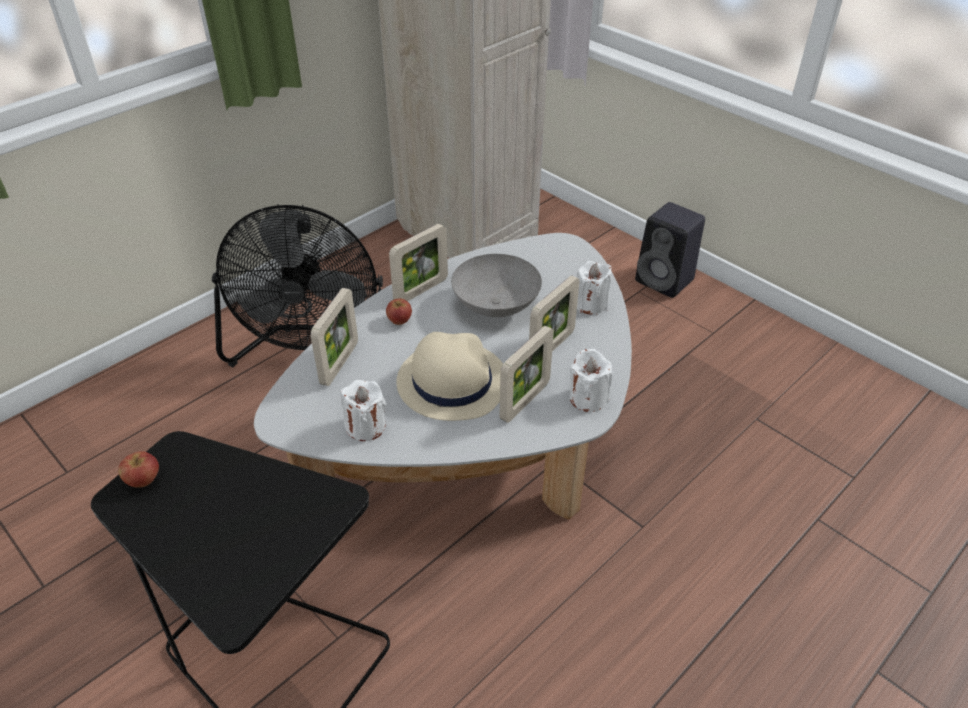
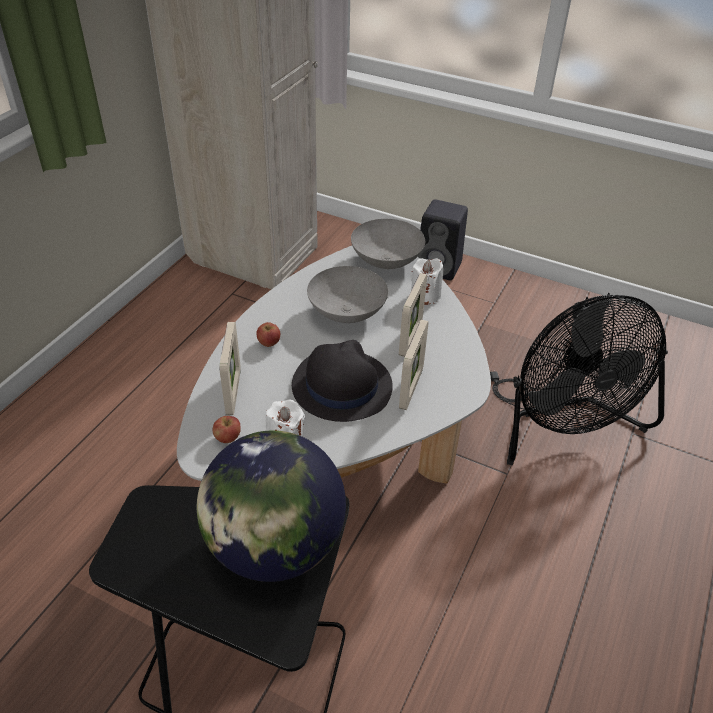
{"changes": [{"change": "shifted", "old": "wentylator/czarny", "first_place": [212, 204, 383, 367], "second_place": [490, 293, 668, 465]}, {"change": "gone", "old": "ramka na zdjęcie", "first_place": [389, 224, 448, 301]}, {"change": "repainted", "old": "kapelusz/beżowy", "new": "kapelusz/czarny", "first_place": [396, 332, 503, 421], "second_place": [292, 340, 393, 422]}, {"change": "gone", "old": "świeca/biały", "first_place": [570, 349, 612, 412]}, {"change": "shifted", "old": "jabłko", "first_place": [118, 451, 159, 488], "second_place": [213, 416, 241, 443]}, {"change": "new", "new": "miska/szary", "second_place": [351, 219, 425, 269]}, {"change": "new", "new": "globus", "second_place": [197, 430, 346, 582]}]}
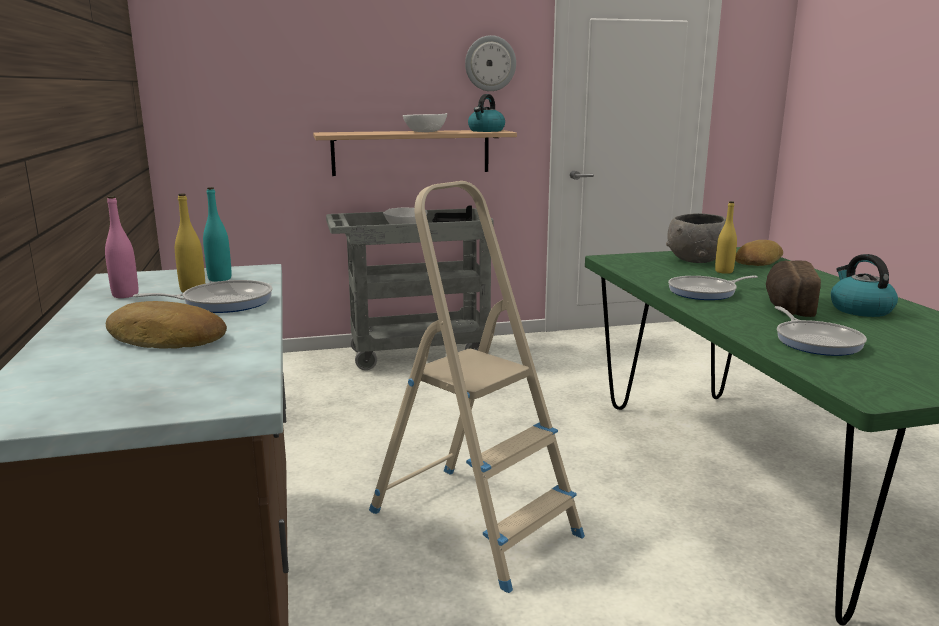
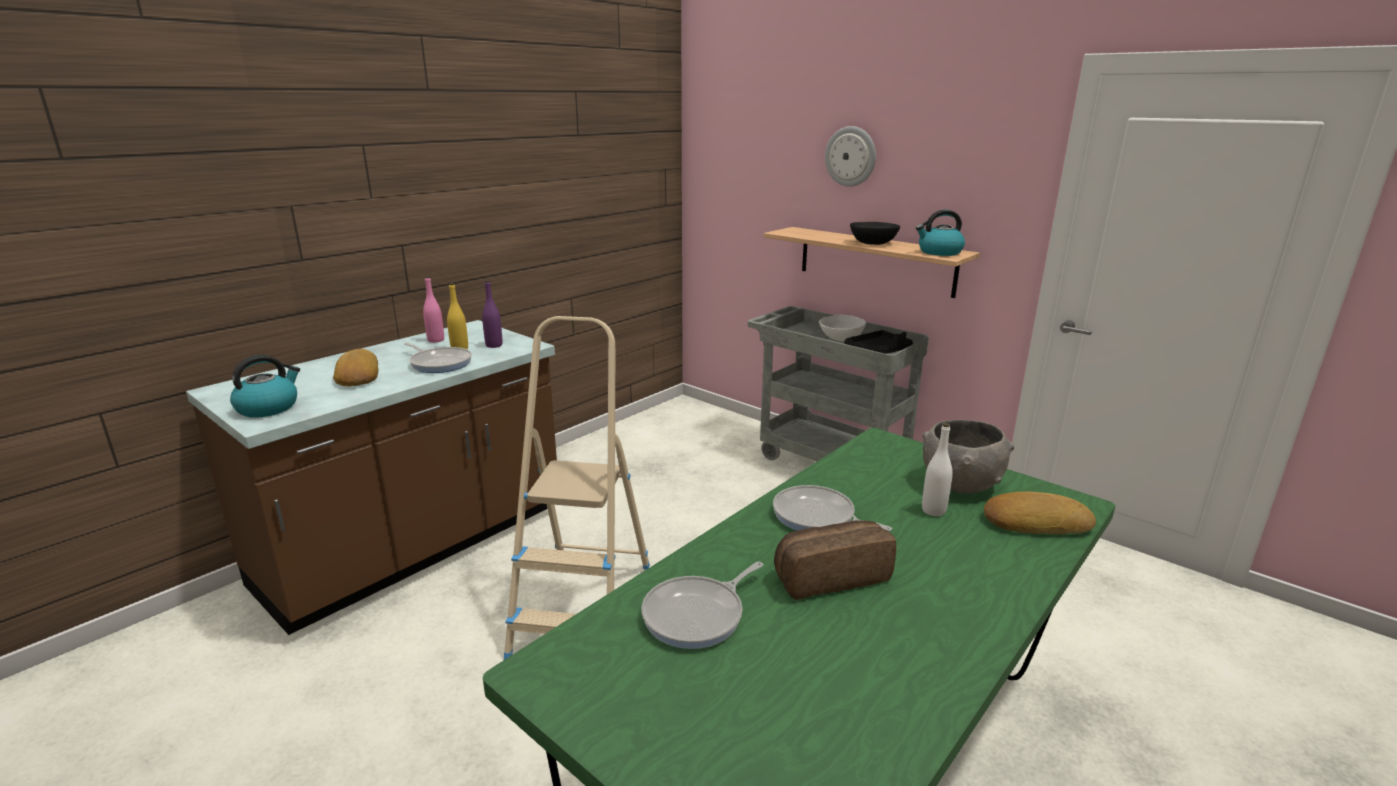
{"changes": [{"change": "shifted", "old": "zegar ścienny", "first_place": [465, 35, 516, 91], "second_place": [825, 126, 876, 187]}, {"change": "repainted", "old": "miska/biały", "new": "miska/czarny", "first_place": [403, 113, 447, 132], "second_place": [850, 222, 900, 245]}, {"change": "repainted", "old": "butelka/turkusowy", "new": "butelka/fioletowy", "first_place": [203, 187, 231, 282], "second_place": [482, 280, 502, 348]}, {"change": "repainted", "old": "butelka/żółty", "new": "butelka/biały", "first_place": [715, 201, 737, 274], "second_place": [922, 423, 953, 516]}, {"change": "shifted", "old": "czajnik", "first_place": [831, 254, 898, 317], "second_place": [230, 355, 300, 418]}]}
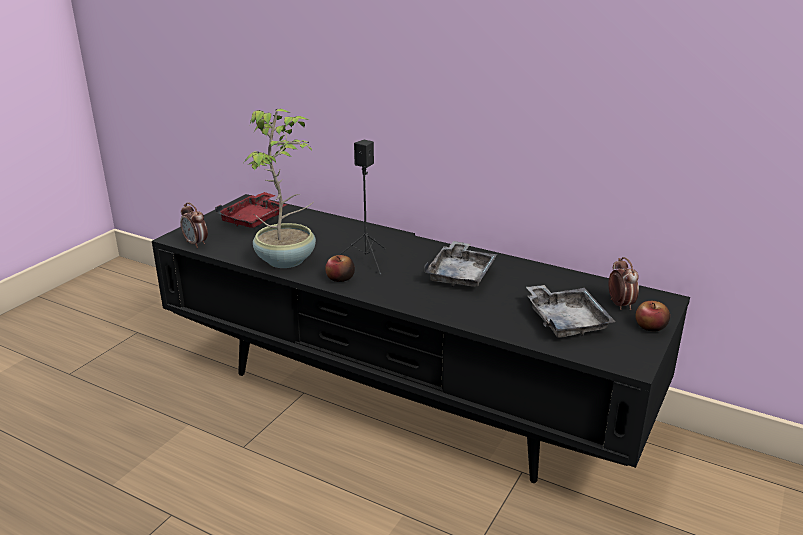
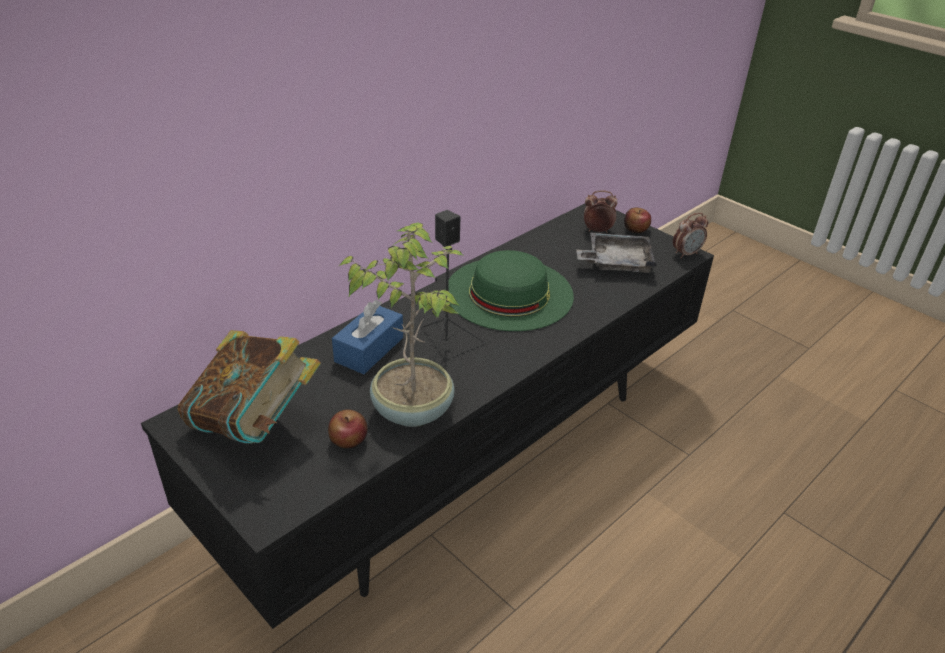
{"changes": [{"change": "swapped", "old": "taca/czerwony", "new": "książka", "first_place": [215, 192, 287, 228], "second_place": [178, 330, 321, 444]}, {"change": "shifted", "old": "budzik", "first_place": [180, 202, 208, 248], "second_place": [673, 213, 708, 258]}, {"change": "swapped", "old": "taca/szary", "new": "kapelusz/zielony", "first_place": [424, 241, 497, 287], "second_place": [445, 250, 574, 331]}, {"change": "shifted", "old": "jabłko", "first_place": [325, 255, 355, 282], "second_place": [328, 409, 368, 448]}, {"change": "new", "new": "pudełko chusteczek/niebieski", "second_place": [332, 300, 403, 374]}]}
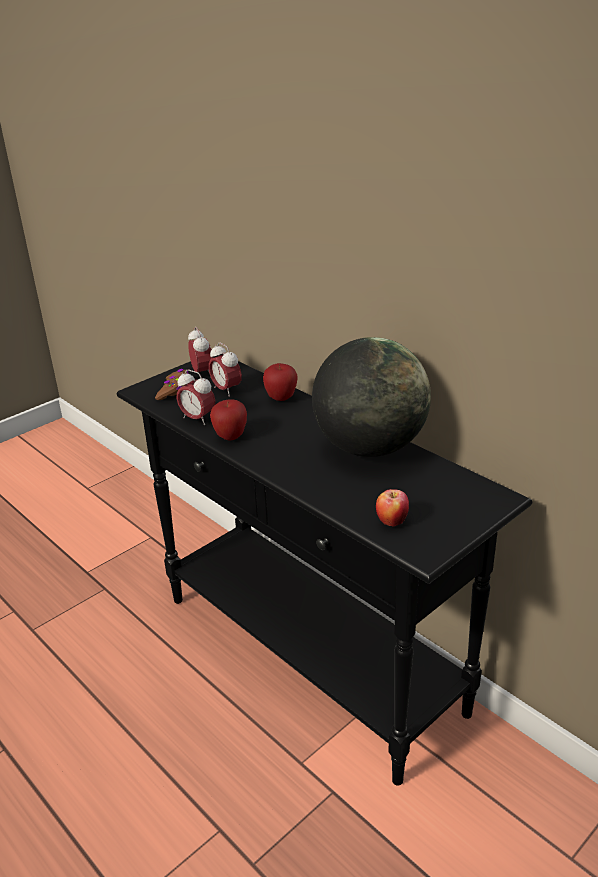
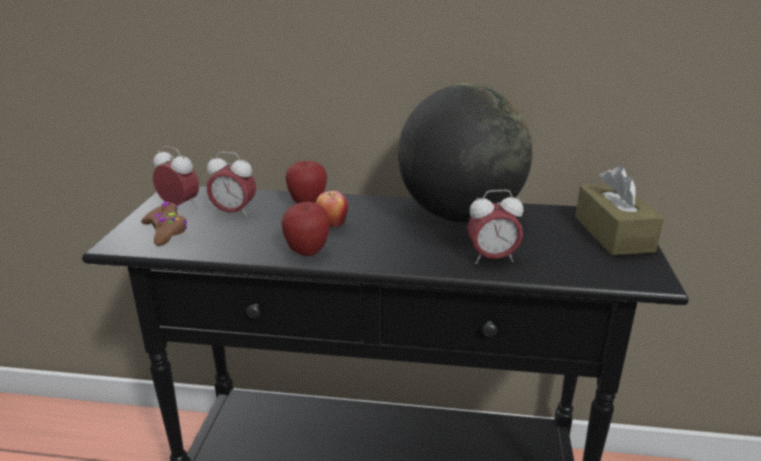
{"changes": [{"change": "shifted", "old": "budzik", "first_place": [177, 370, 215, 425], "second_place": [467, 190, 523, 264]}, {"change": "shifted", "old": "jabłko", "first_place": [376, 489, 409, 527], "second_place": [316, 191, 348, 227]}, {"change": "new", "new": "pudełko chusteczek/brązowy", "second_place": [575, 166, 664, 255]}]}
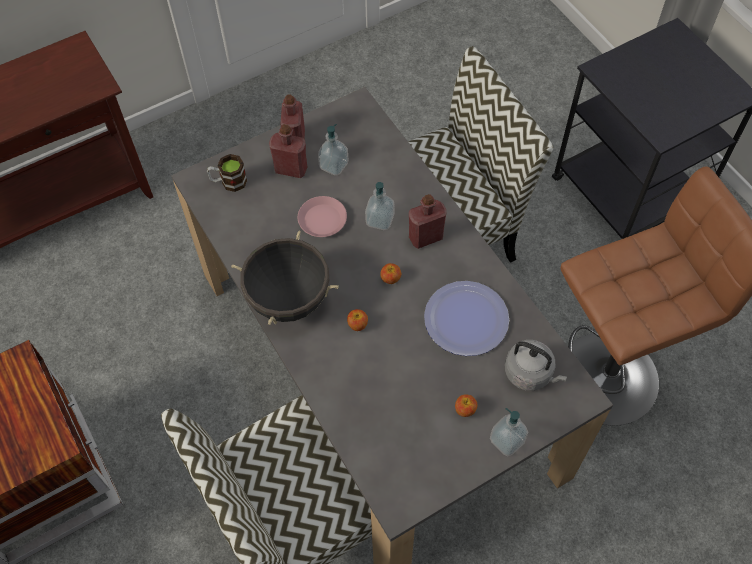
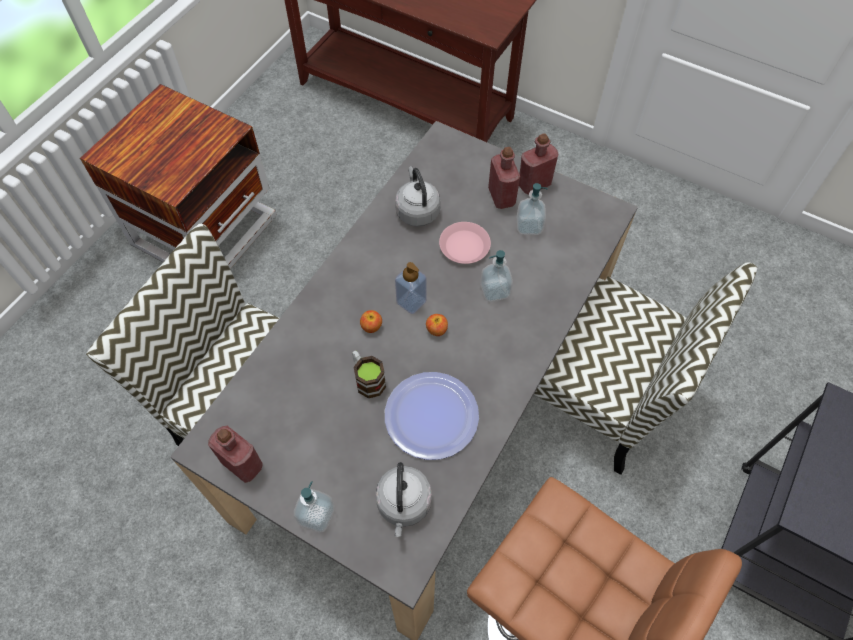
{"changes": [{"change": "shifted", "old": "kubek", "first_place": [207, 154, 247, 192], "second_place": [352, 350, 386, 398]}, {"change": "shifted", "old": "butelka/czerwony", "first_place": [409, 194, 446, 249], "second_place": [208, 426, 263, 483]}, {"change": "gone", "old": "garnek/czarny", "first_place": [231, 231, 339, 325]}, {"change": "gone", "old": "jabłko", "first_place": [455, 394, 477, 417]}, {"change": "new", "new": "czajnik/szary", "second_place": [395, 166, 441, 227]}, {"change": "new", "new": "dozownik mydła", "second_place": [395, 262, 427, 314]}]}
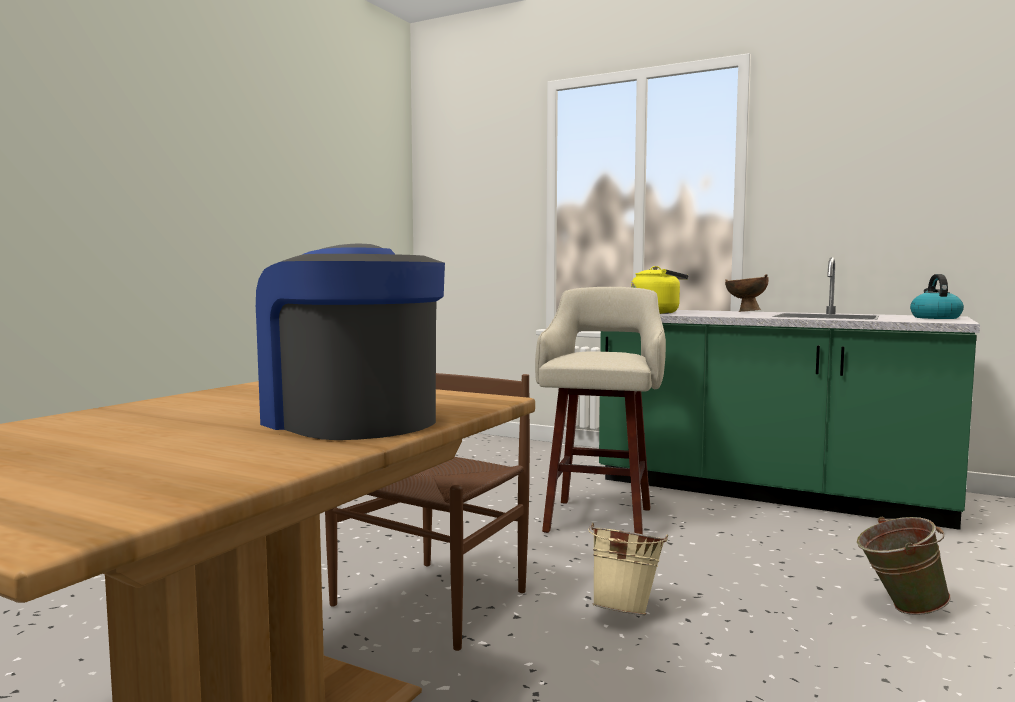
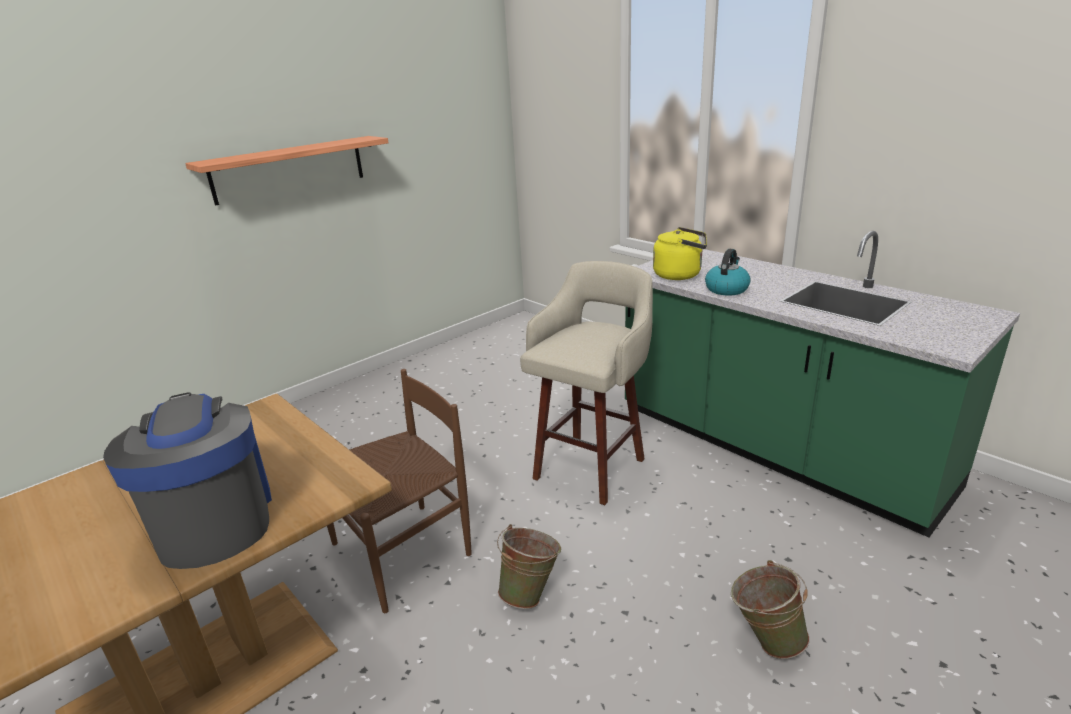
{"changes": [{"change": "gone", "old": "miska/brązowy", "first_place": [725, 274, 769, 312]}, {"change": "shifted", "old": "czajnik", "first_place": [910, 274, 964, 319], "second_place": [705, 249, 751, 295]}, {"change": "repainted", "old": "wiadro/beżowy", "new": "wiadro/zielony", "first_place": [588, 523, 668, 615], "second_place": [497, 524, 561, 609]}, {"change": "new", "new": "półka", "second_place": [185, 136, 389, 206]}]}
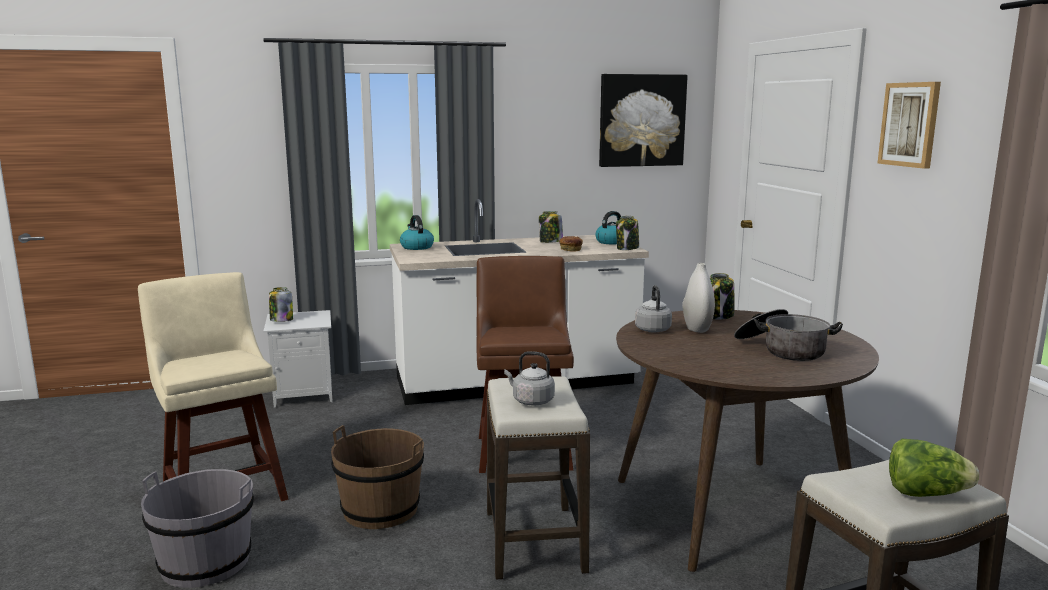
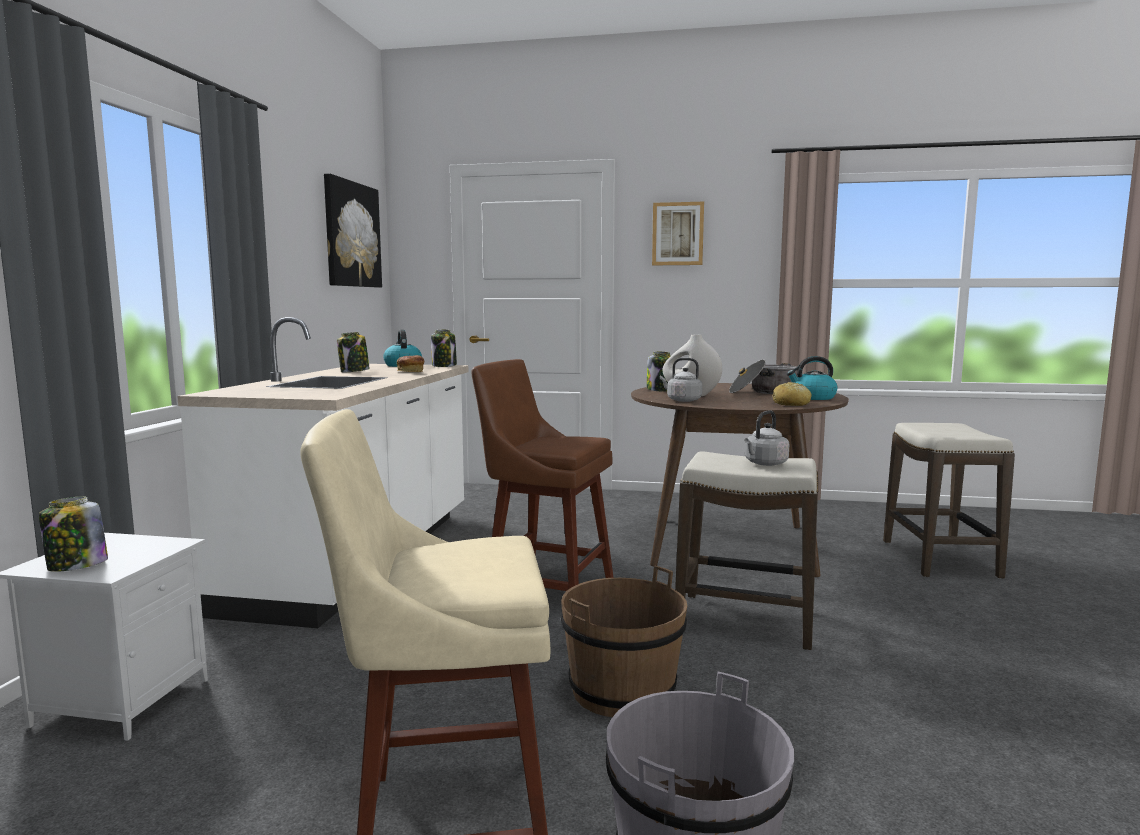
{"changes": [{"change": "shifted", "old": "czajnik", "first_place": [400, 215, 434, 250], "second_place": [787, 356, 837, 400]}, {"change": "gone", "old": "sałata", "first_place": [889, 439, 979, 497]}, {"change": "new", "new": "chleb", "second_place": [772, 382, 812, 406]}]}
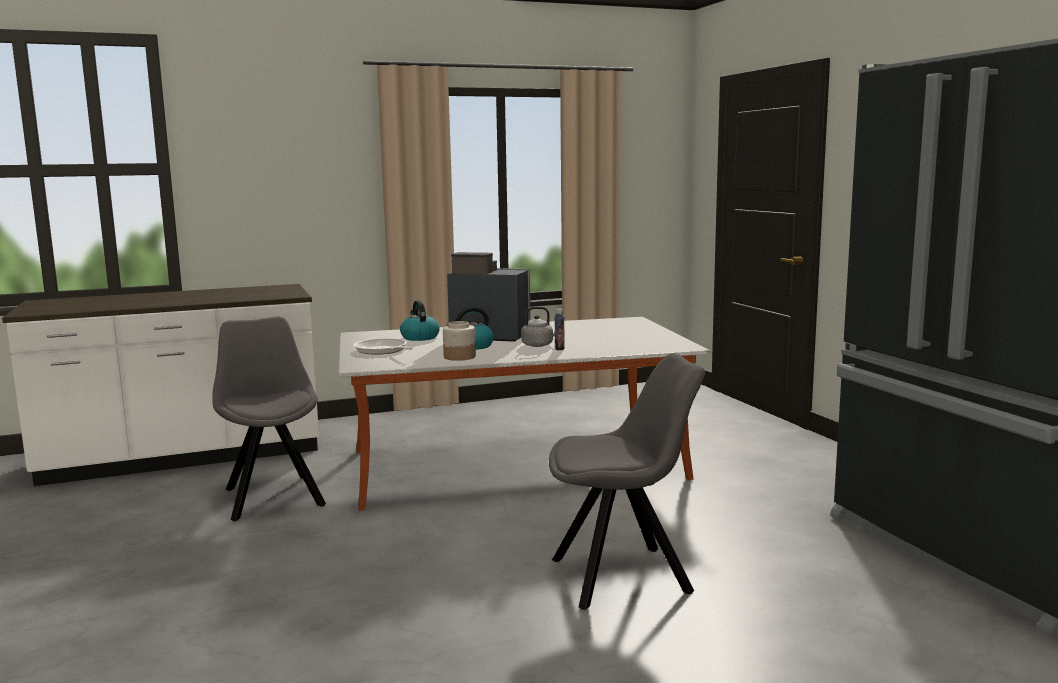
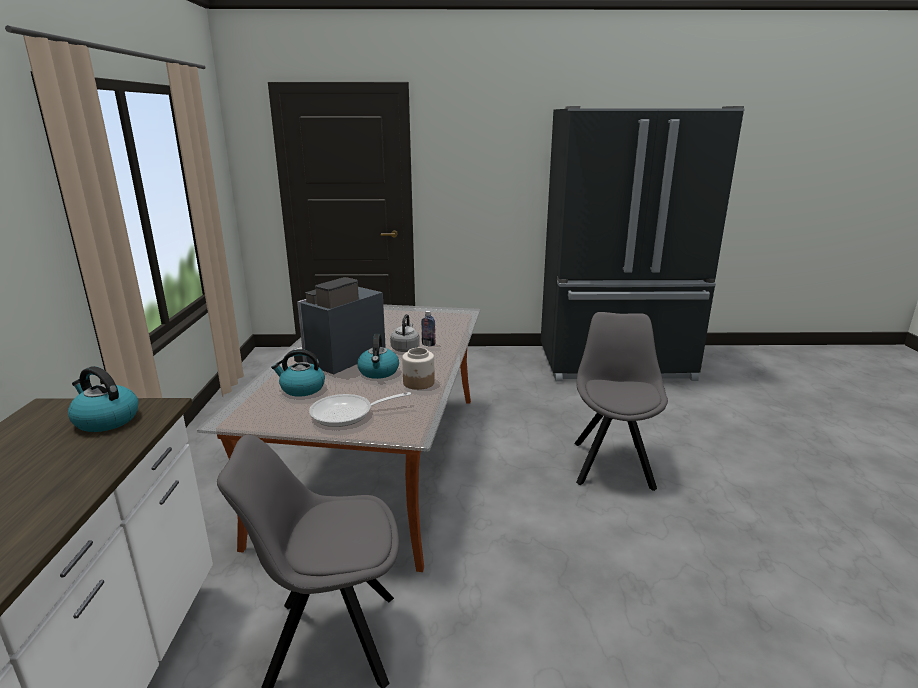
{"changes": [{"change": "new", "new": "czajnik", "second_place": [68, 366, 139, 432]}]}
